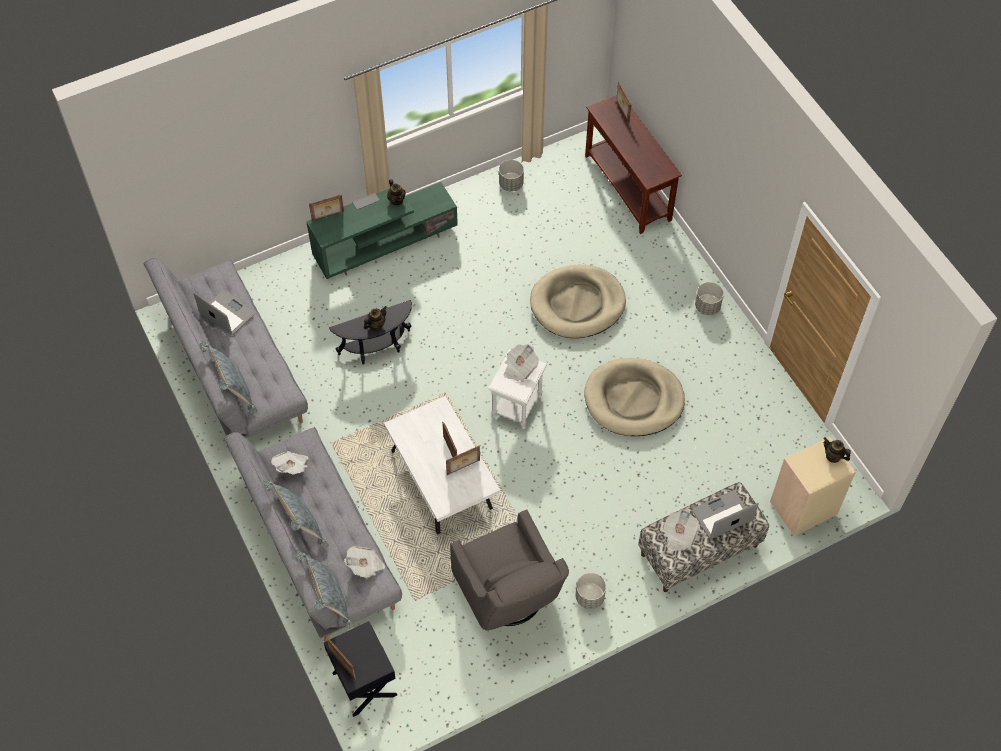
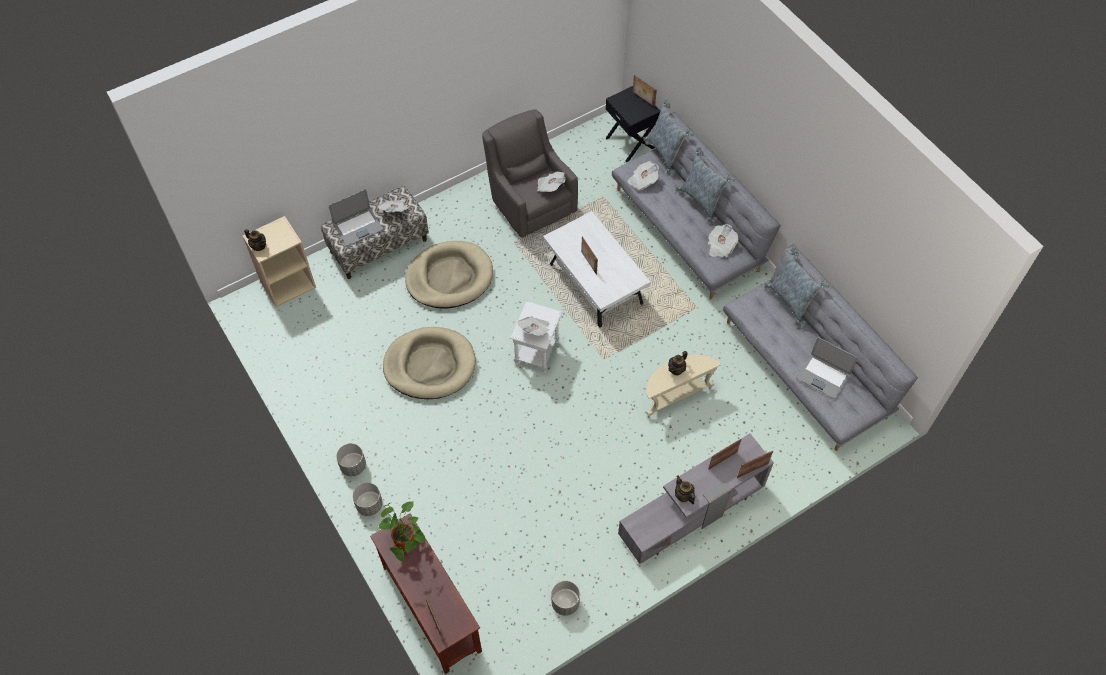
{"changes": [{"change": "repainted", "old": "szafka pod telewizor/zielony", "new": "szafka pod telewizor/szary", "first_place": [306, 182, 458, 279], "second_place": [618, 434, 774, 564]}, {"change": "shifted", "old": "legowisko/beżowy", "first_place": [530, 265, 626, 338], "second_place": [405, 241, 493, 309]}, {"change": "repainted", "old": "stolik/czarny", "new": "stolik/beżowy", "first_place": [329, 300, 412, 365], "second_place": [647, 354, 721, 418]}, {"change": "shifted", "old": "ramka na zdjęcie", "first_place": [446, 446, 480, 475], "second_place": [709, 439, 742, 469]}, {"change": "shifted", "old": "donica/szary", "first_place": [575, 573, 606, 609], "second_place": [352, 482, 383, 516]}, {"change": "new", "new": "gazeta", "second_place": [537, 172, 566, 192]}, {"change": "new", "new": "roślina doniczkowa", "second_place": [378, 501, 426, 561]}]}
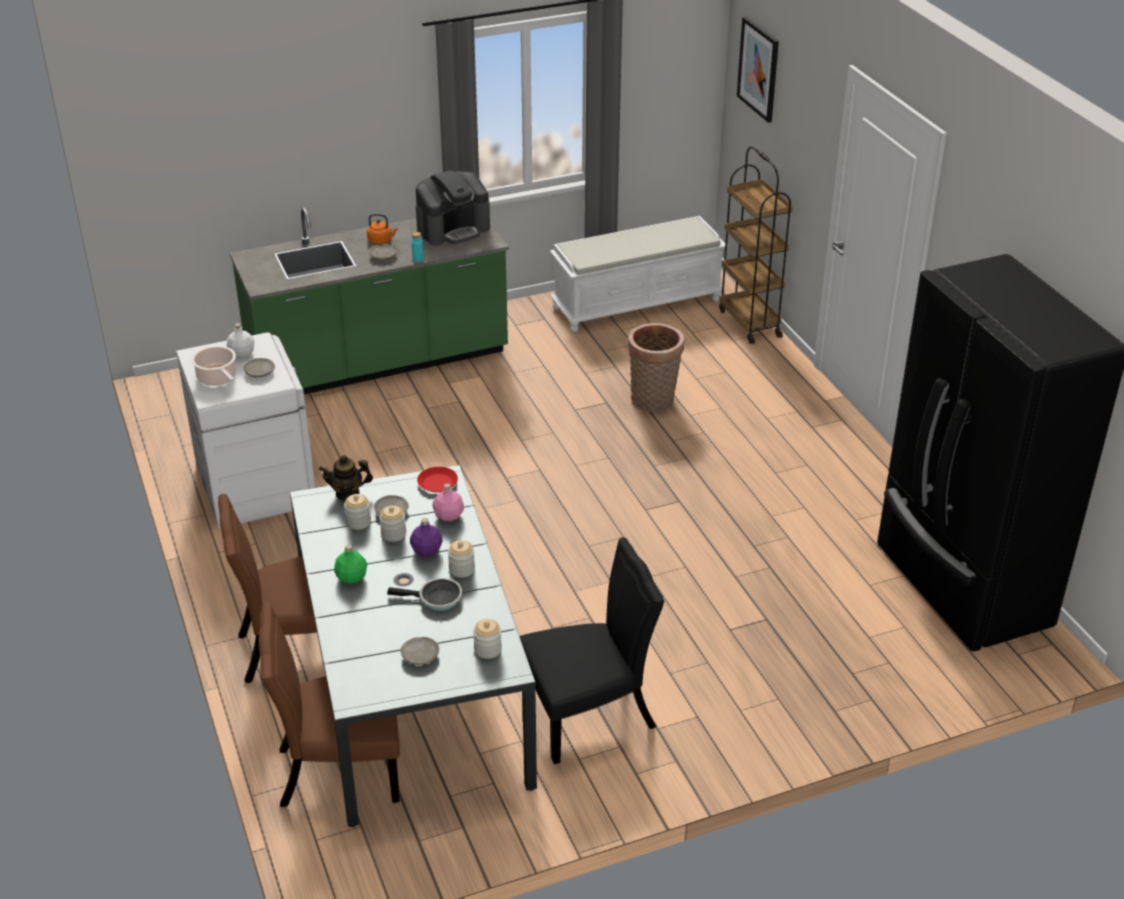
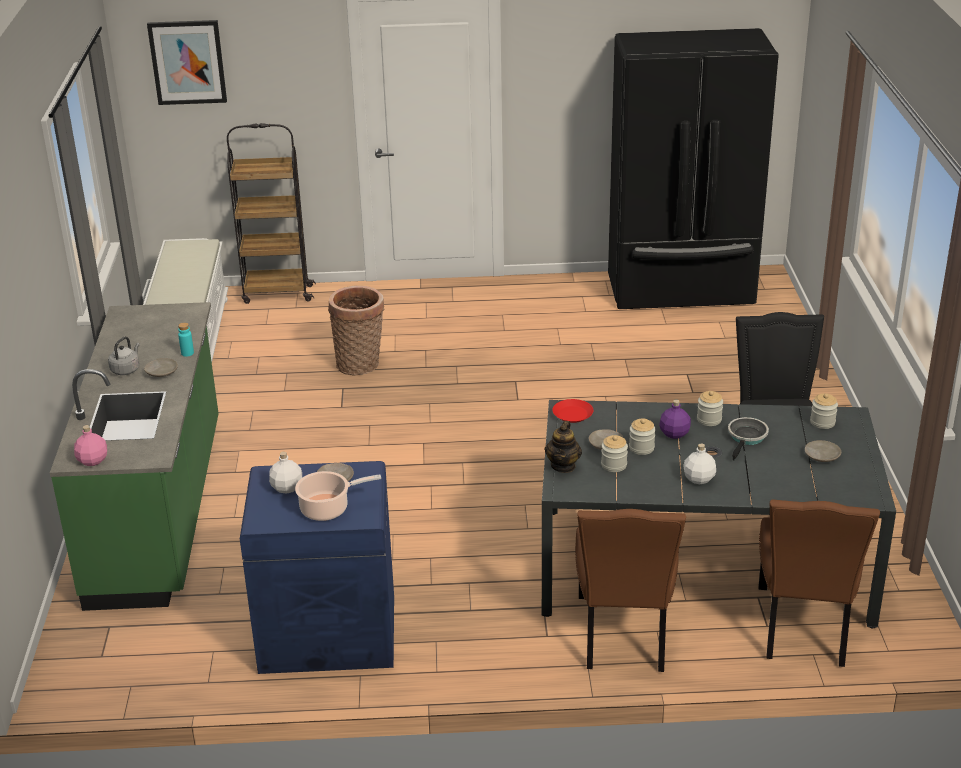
{"changes": [{"change": "gone", "old": "ekspres do kawy", "first_place": [415, 170, 490, 246]}, {"change": "repainted", "old": "czajnik/pomarańczowy", "new": "czajnik/szary", "first_place": [367, 214, 398, 245], "second_place": [108, 336, 140, 375]}, {"change": "repainted", "old": "pralka/biały", "new": "pralka/niebieski", "first_place": [176, 332, 315, 529], "second_place": [240, 461, 394, 674]}, {"change": "shifted", "old": "butelka/różowy", "first_place": [433, 484, 464, 521], "second_place": [74, 425, 107, 466]}, {"change": "repainted", "old": "butelka/zielony", "new": "butelka/biały", "first_place": [334, 544, 367, 584], "second_place": [683, 444, 716, 484]}]}
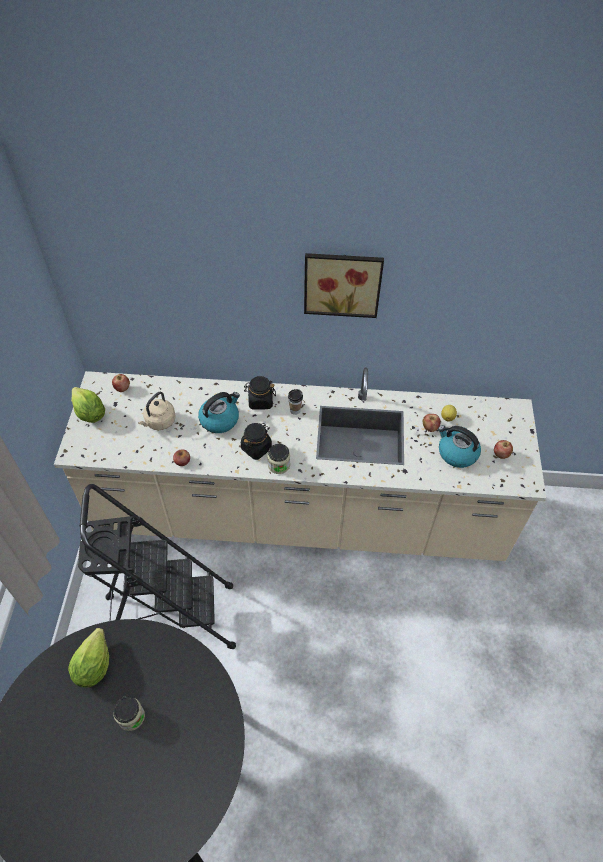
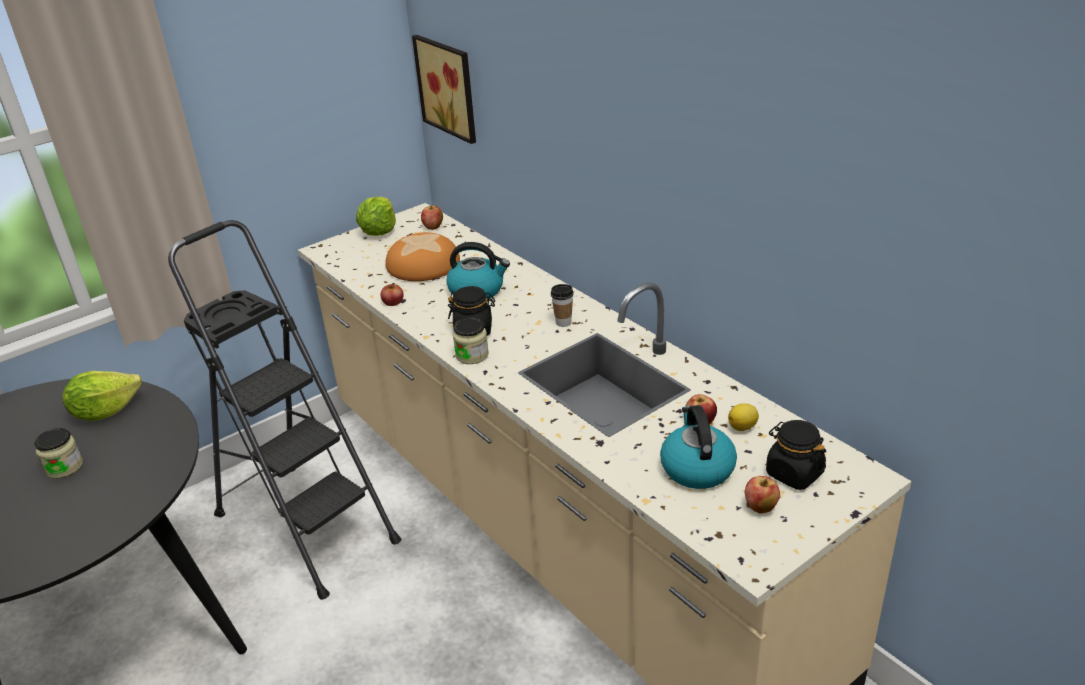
{"changes": [{"change": "shifted", "old": "obraz", "first_place": [304, 253, 384, 318], "second_place": [412, 35, 476, 144]}, {"change": "shifted", "old": "słoik/czarny", "first_place": [244, 376, 276, 410], "second_place": [766, 420, 826, 490]}, {"change": "swapped", "old": "czajnik/beżowy", "new": "chleb", "first_place": [138, 392, 176, 430], "second_place": [385, 232, 460, 281]}]}
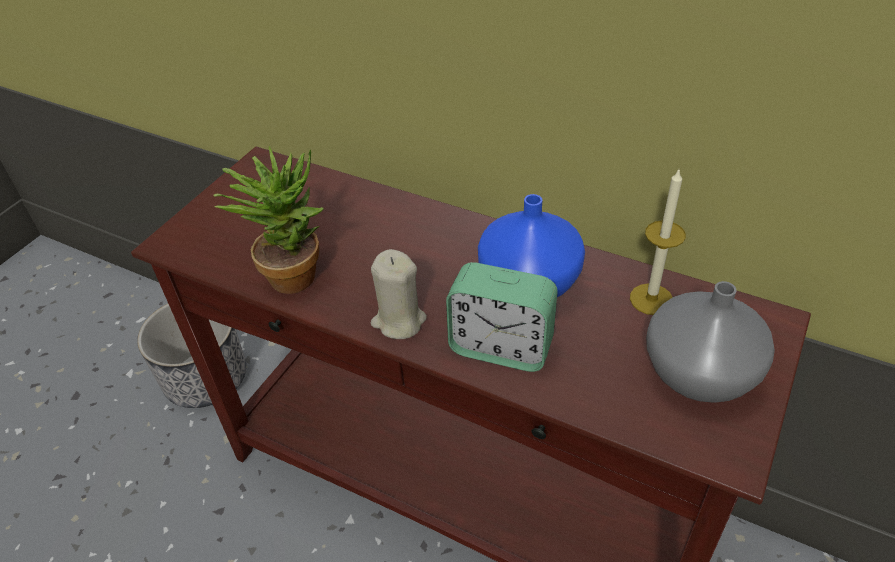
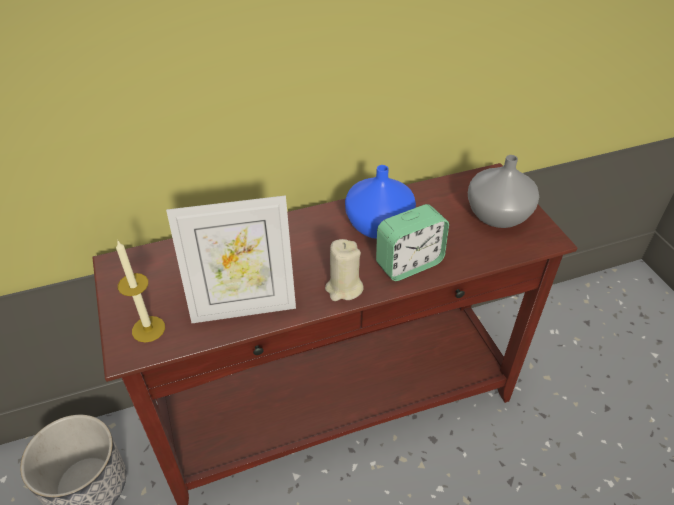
{"changes": [{"change": "swapped", "old": "roślina doniczkowa", "new": "ramka na zdjęcie", "first_place": [213, 146, 324, 294], "second_place": [166, 195, 296, 323]}, {"change": "shifted", "old": "świeca", "first_place": [630, 170, 686, 315], "second_place": [116, 240, 165, 343]}]}
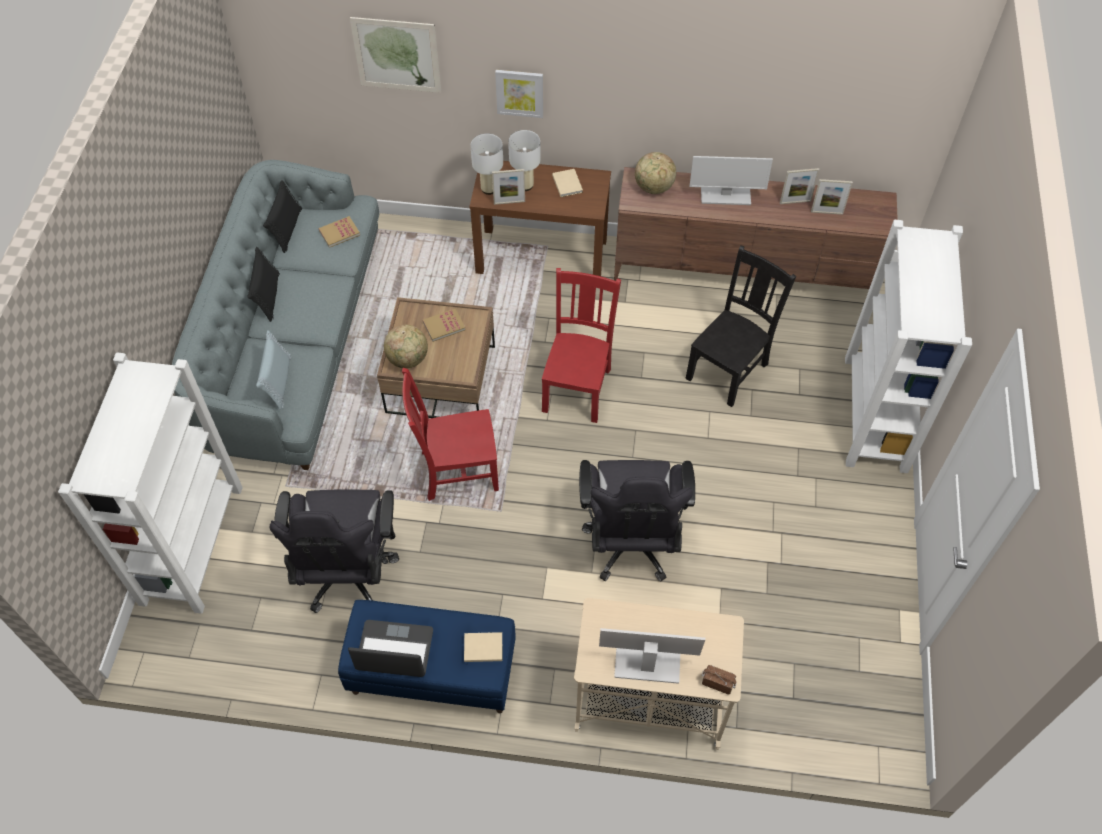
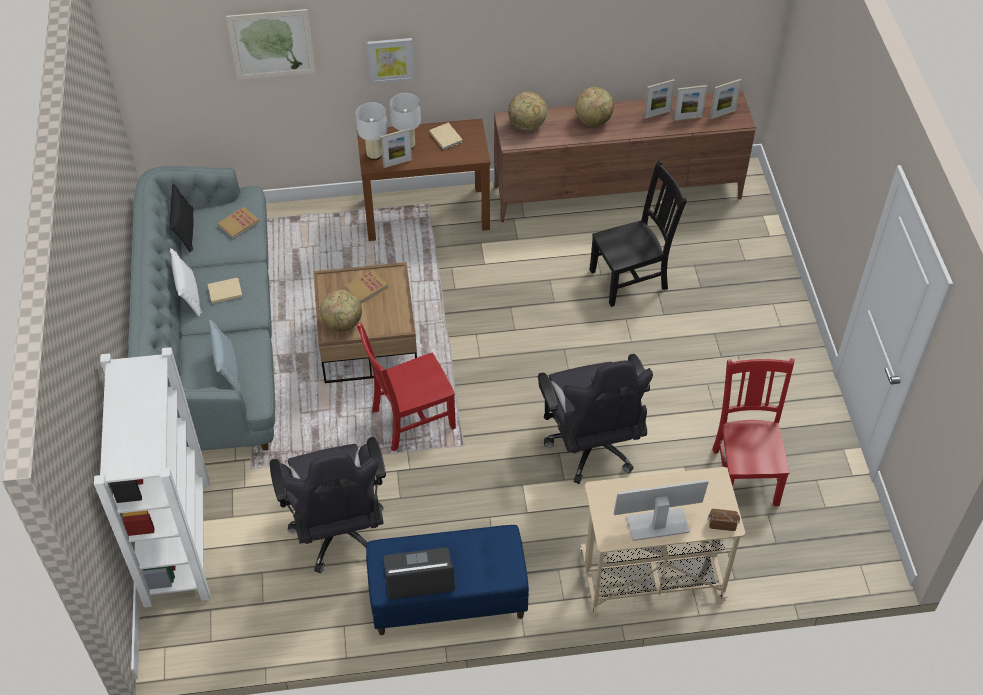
{"changes": [{"change": "swapped", "old": "monitor", "new": "globus", "first_place": [690, 156, 773, 205], "second_place": [575, 87, 614, 126]}, {"change": "gone", "old": "regał/biały", "first_place": [845, 220, 972, 473]}, {"change": "rotated", "old": "krzesło/czarny", "first_place": [685, 245, 796, 407], "second_place": [590, 160, 687, 307], "degrees": 45}, {"change": "repainted", "old": "poduszka/czarny", "new": "poduszka/biały", "first_place": [247, 247, 279, 322], "second_place": [170, 248, 202, 317]}, {"change": "shifted", "old": "krzesło/czerwony", "first_place": [542, 268, 621, 423], "second_place": [712, 358, 795, 506]}, {"change": "shifted", "old": "książka/beżowy", "first_place": [464, 632, 502, 662], "second_place": [208, 278, 243, 304]}, {"change": "new", "new": "ramka na zdjęcie", "second_place": [710, 79, 742, 119]}]}
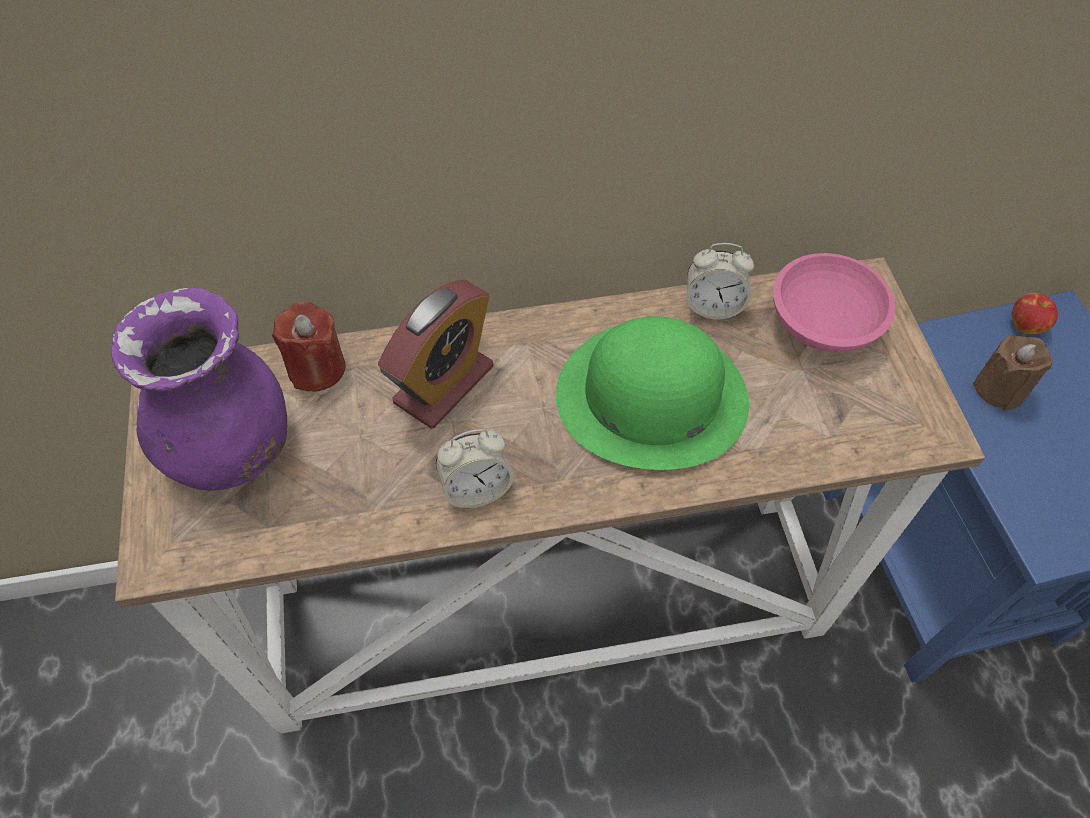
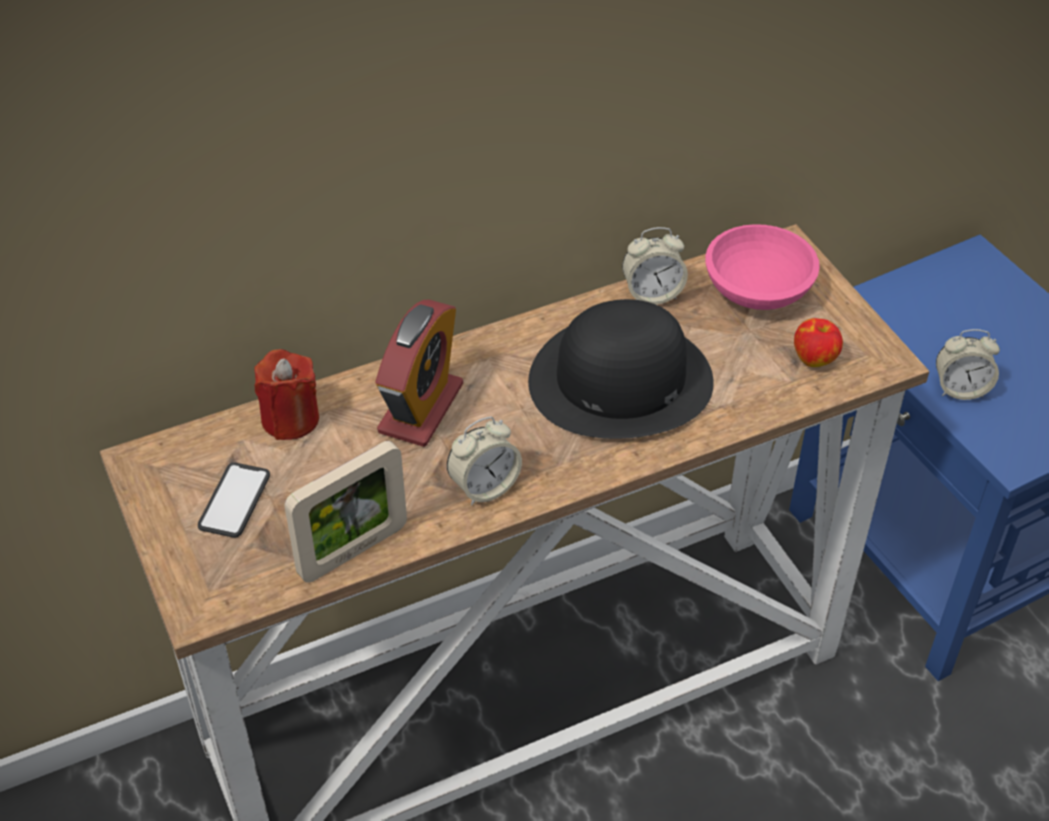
{"changes": [{"change": "swapped", "old": "wazon/fioletowy", "new": "telefon", "first_place": [111, 288, 287, 491], "second_place": [198, 462, 270, 538]}, {"change": "shifted", "old": "jabłko", "first_place": [1012, 293, 1058, 334], "second_place": [794, 318, 843, 367]}, {"change": "repainted", "old": "kapelusz/zielony", "new": "kapelusz/czarny", "first_place": [556, 316, 749, 470], "second_place": [528, 299, 714, 439]}, {"change": "gone", "old": "świeca/brązowy", "first_place": [973, 335, 1053, 411]}, {"change": "new", "new": "budzik", "second_place": [936, 329, 1000, 400]}, {"change": "new", "new": "ramka na zdjęcie", "second_place": [284, 441, 407, 583]}]}
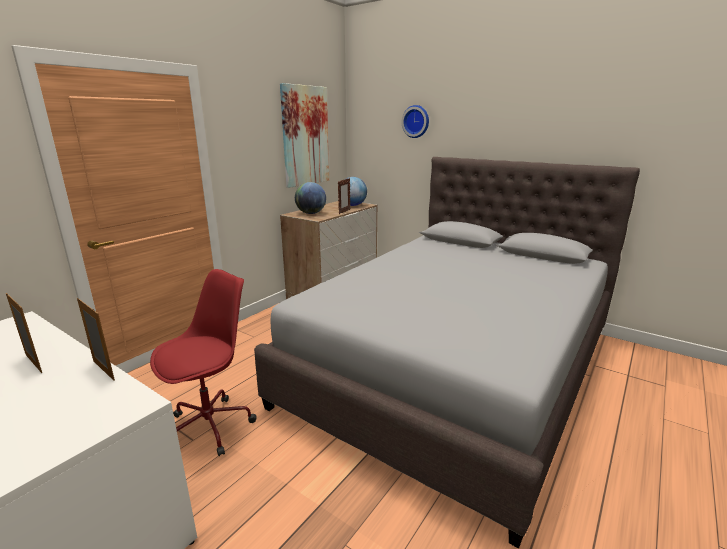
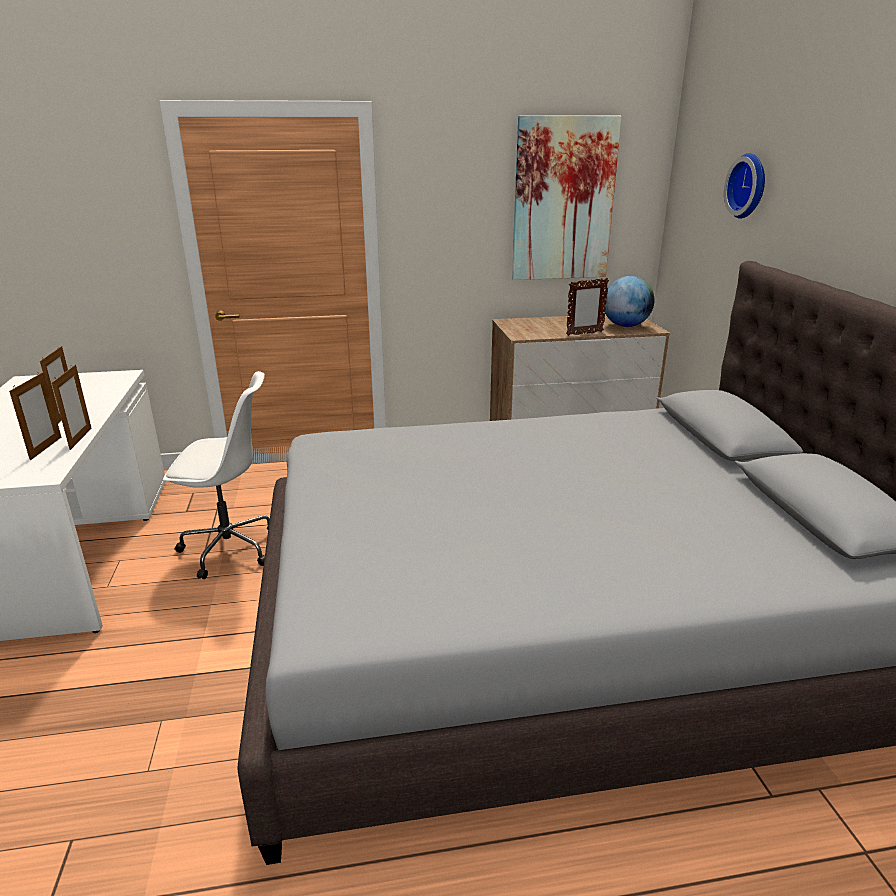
{"changes": [{"change": "gone", "old": "globus", "first_place": [295, 182, 326, 214]}, {"change": "repainted", "old": "krzesło biurowe/czerwony", "new": "krzesło biurowe/biały", "first_place": [150, 269, 257, 456], "second_place": [163, 371, 270, 579]}, {"change": "new", "new": "ramka na zdjęcie", "second_place": [9, 372, 61, 460]}]}
